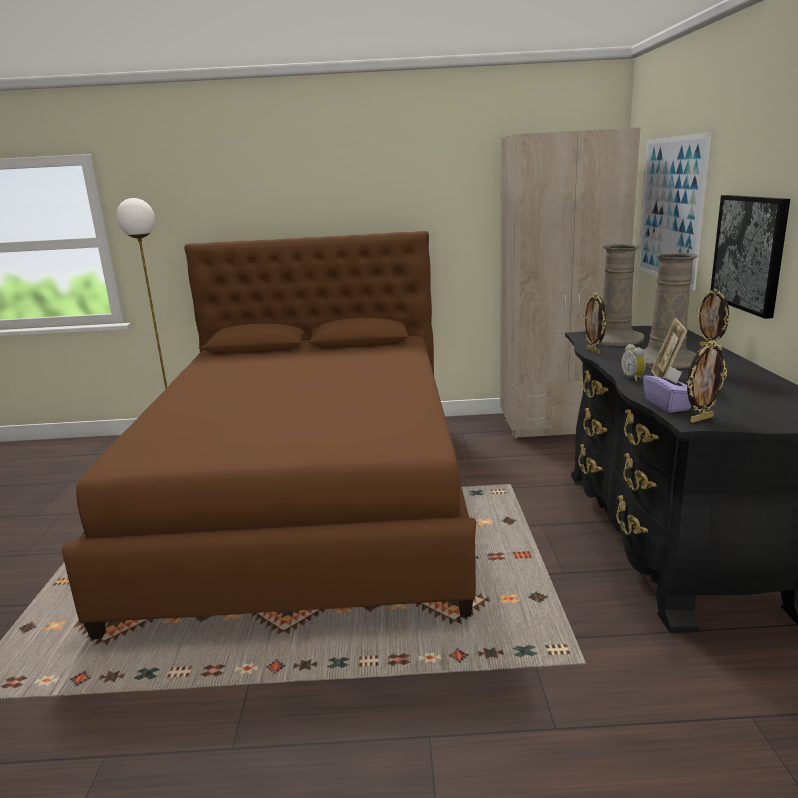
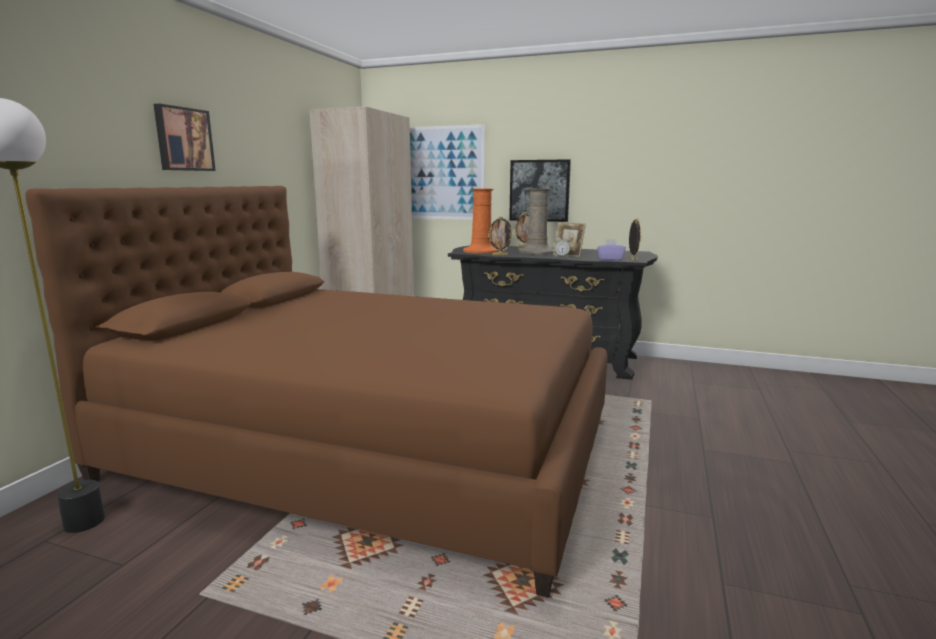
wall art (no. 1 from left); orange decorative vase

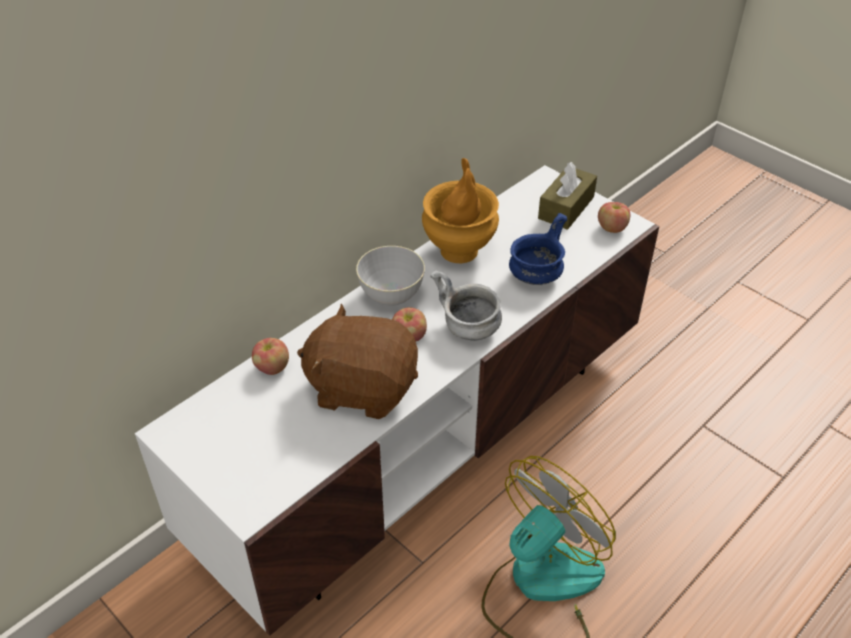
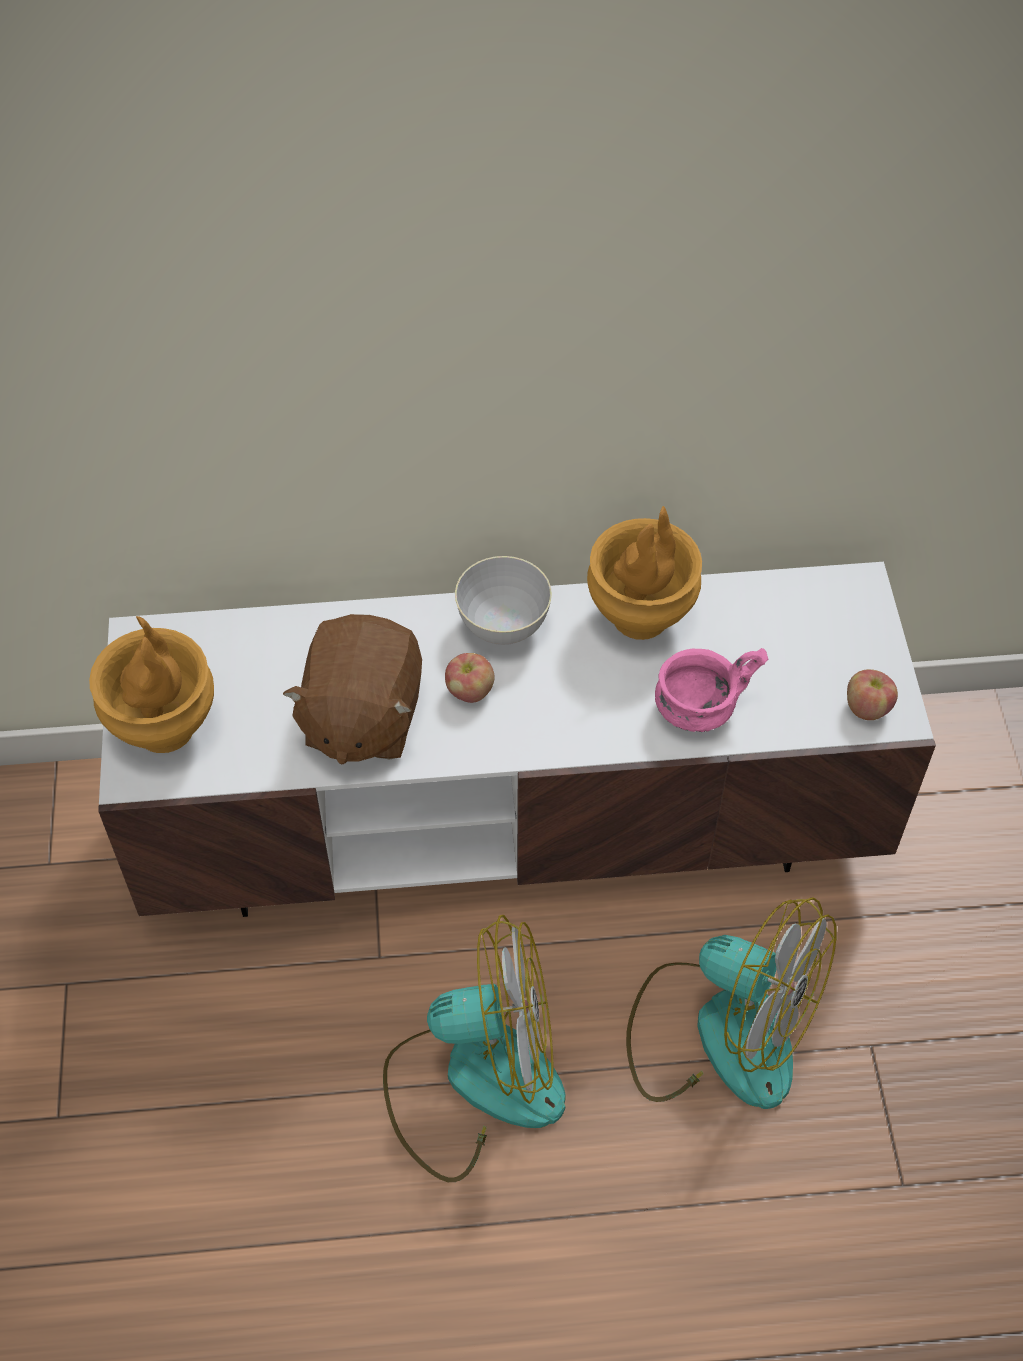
brown decorative vase (no. 1 from left); brown cuddly toy; cooling fan (no. 2 from left); pinkish deep dish; whole apple (no. 1 from left in the first image); greyish deep dish (no. 2 from left in the first image); brown box of tissues

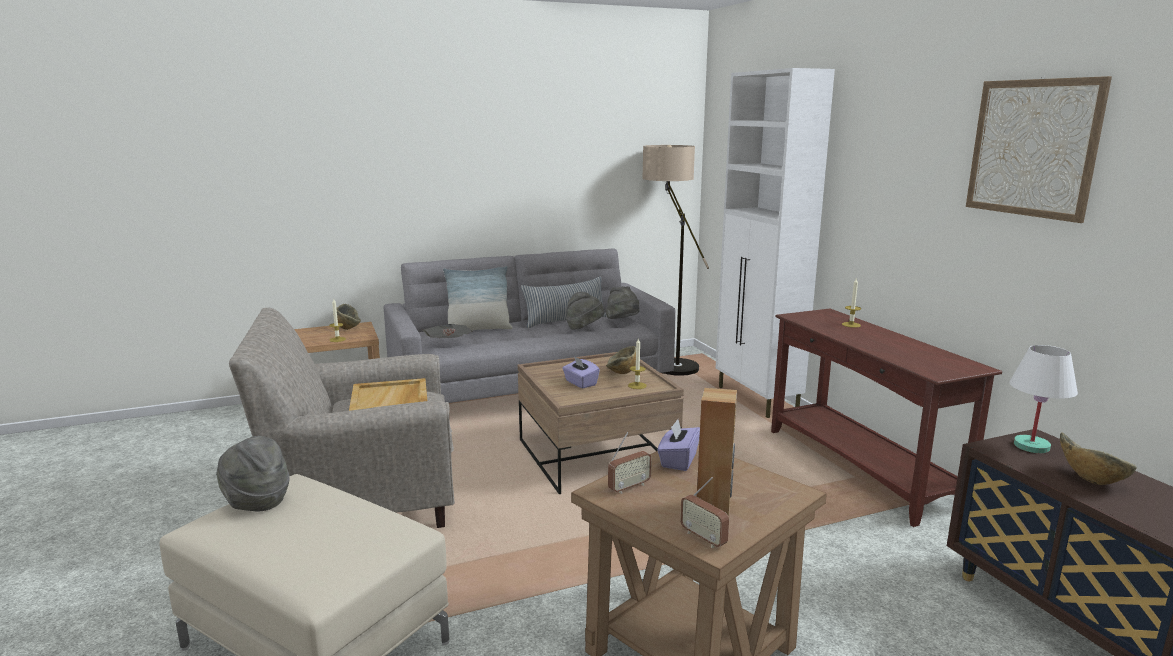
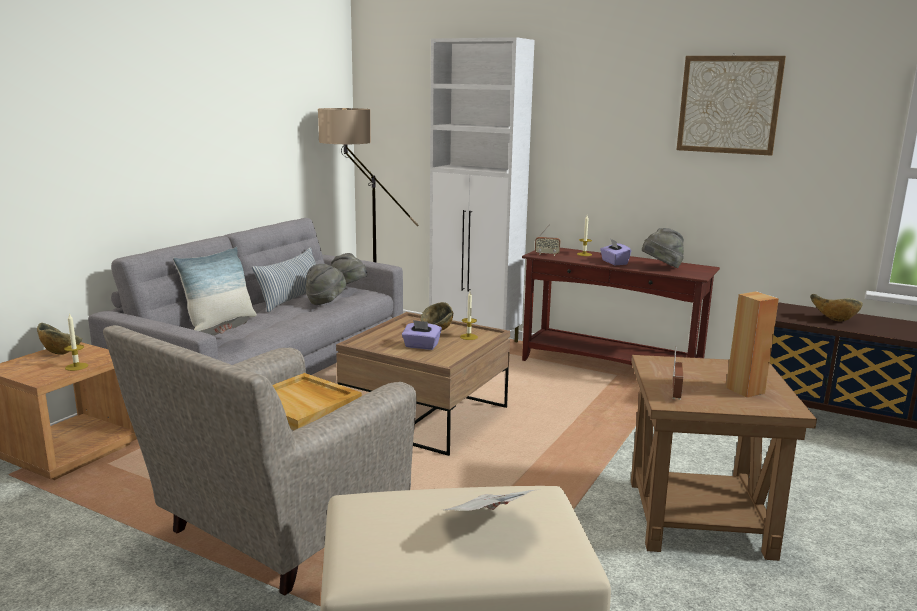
daily paper (no. 2 from left); radio set (no. 1 from left); purple-coloured box of tissues (no. 2 from left); greyish hat (no. 3 from left); whitish tabletop lamp

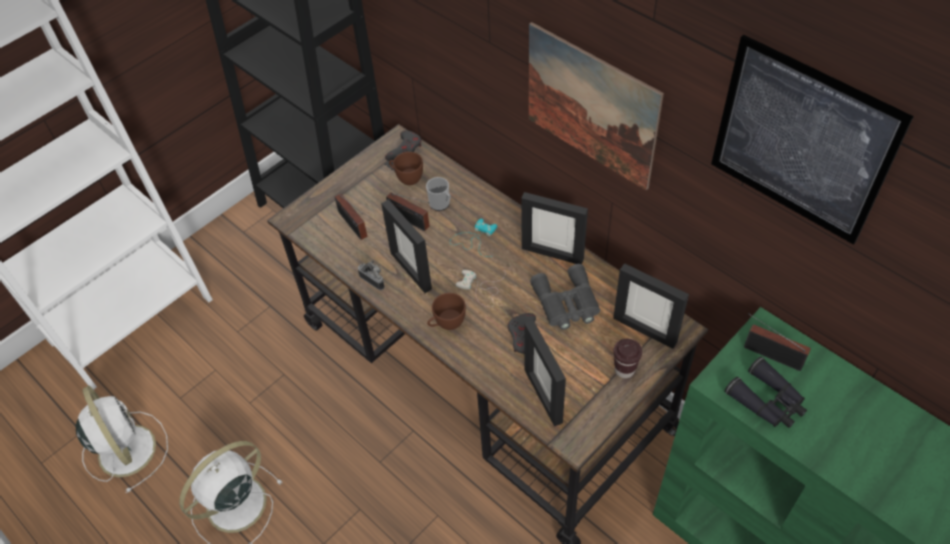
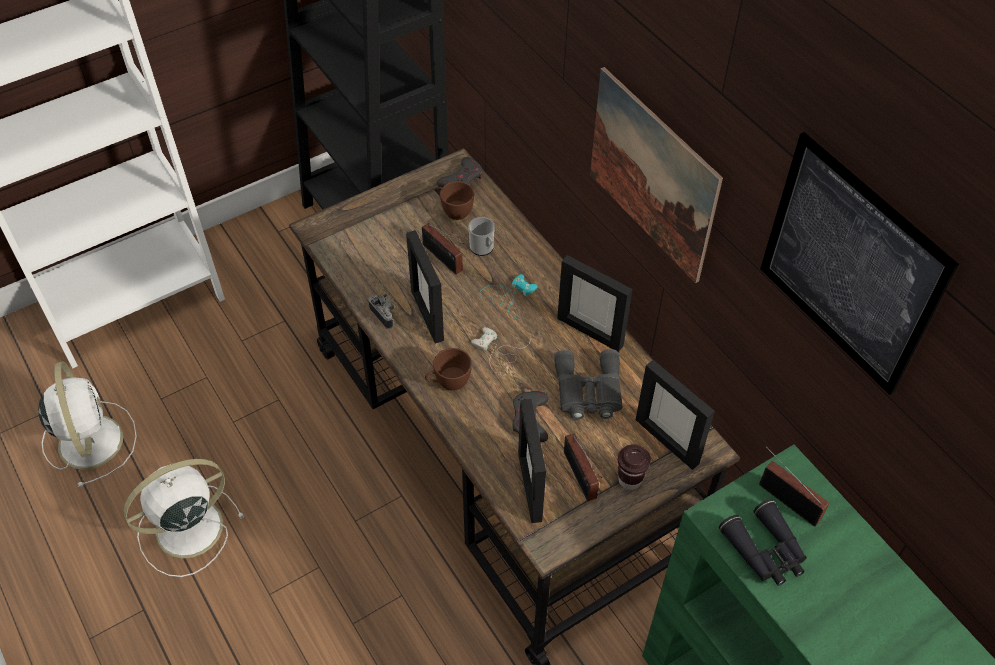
radio set (no. 2 from left)

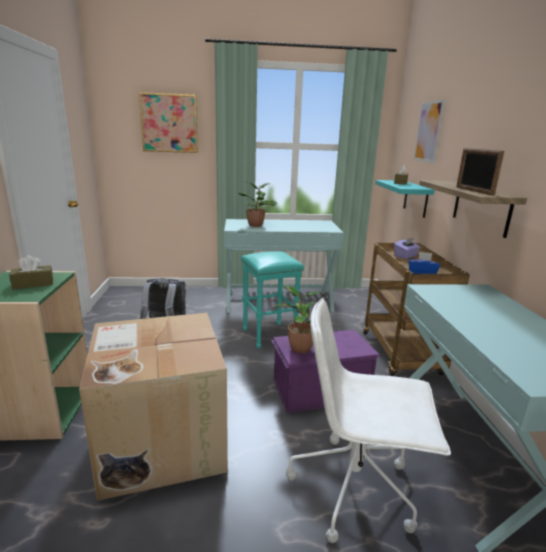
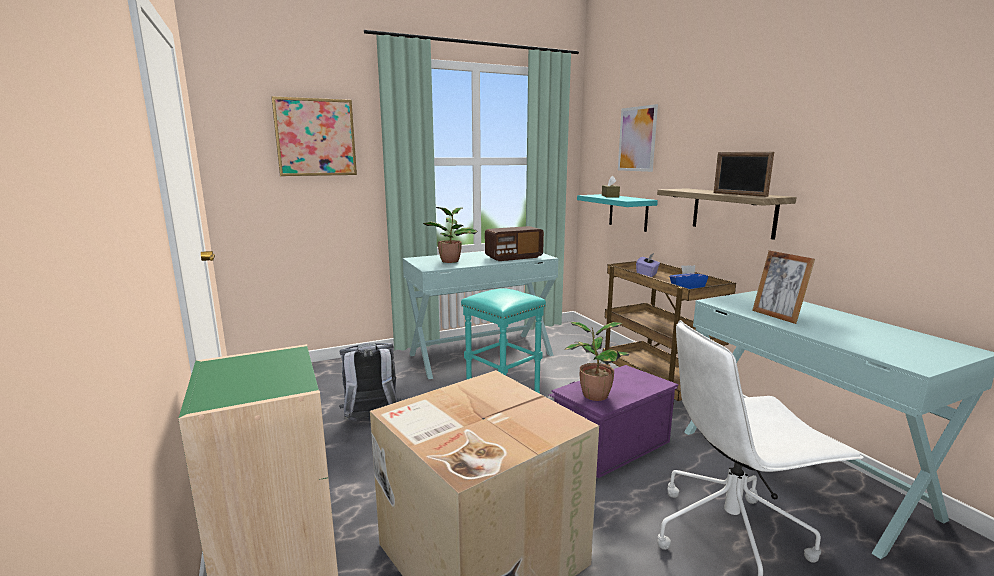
radio set; photo frame (no. 2 from left); brown box of tissues (no. 1 from left in the first image)

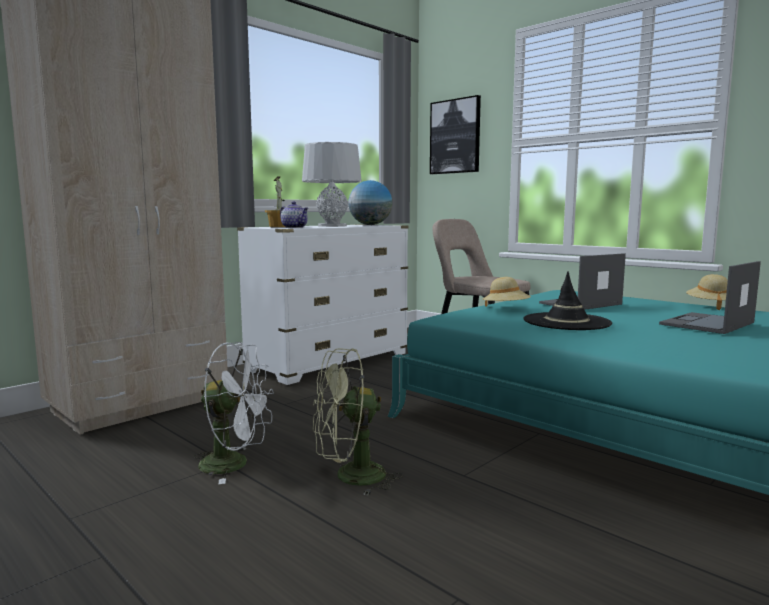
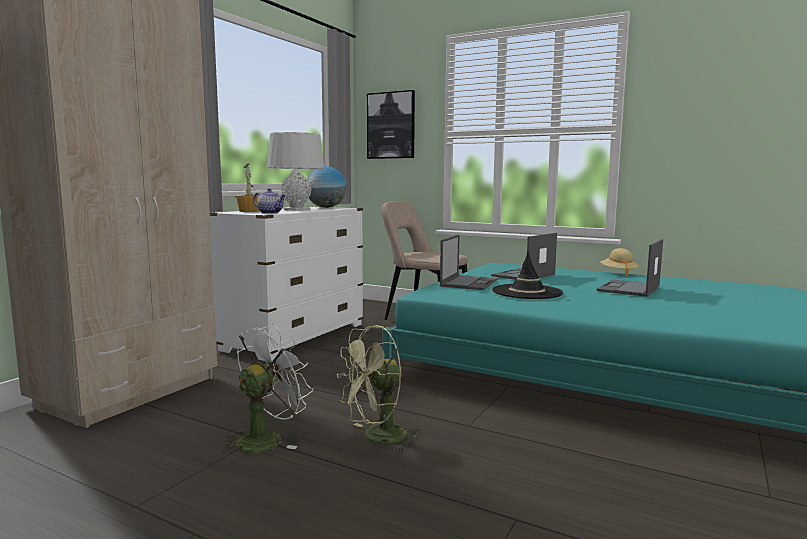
whitish cooling fan; notebook computer (no. 1 from left)

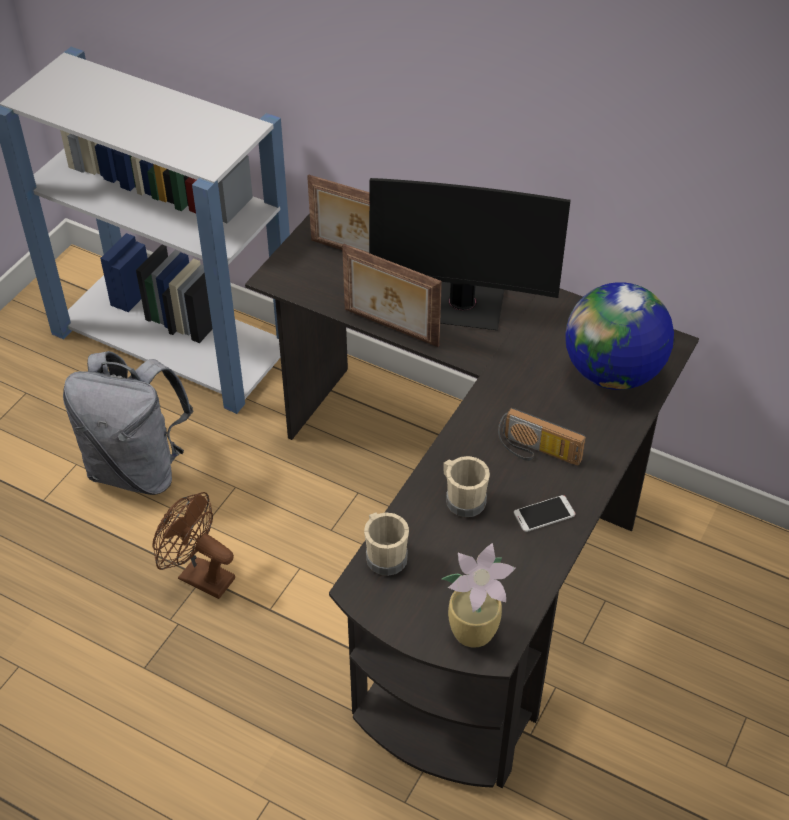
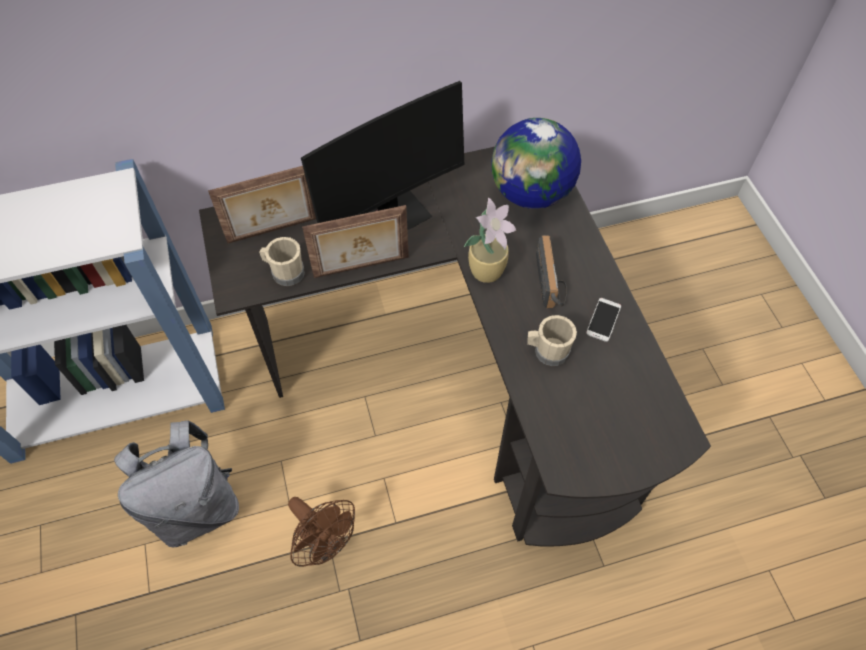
beige coffee mug (no. 1 from left); brown cooling fan; plant in a pot; radio set

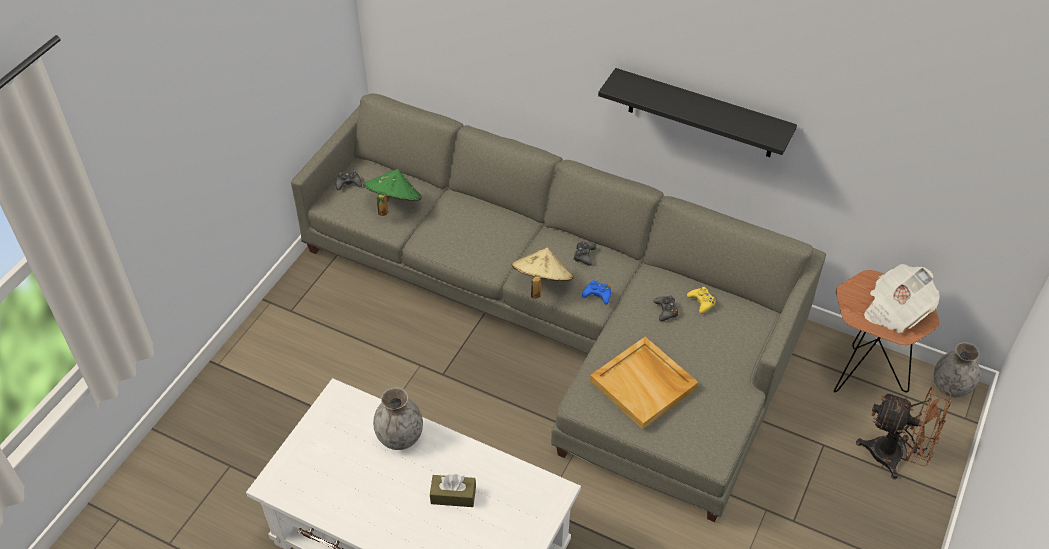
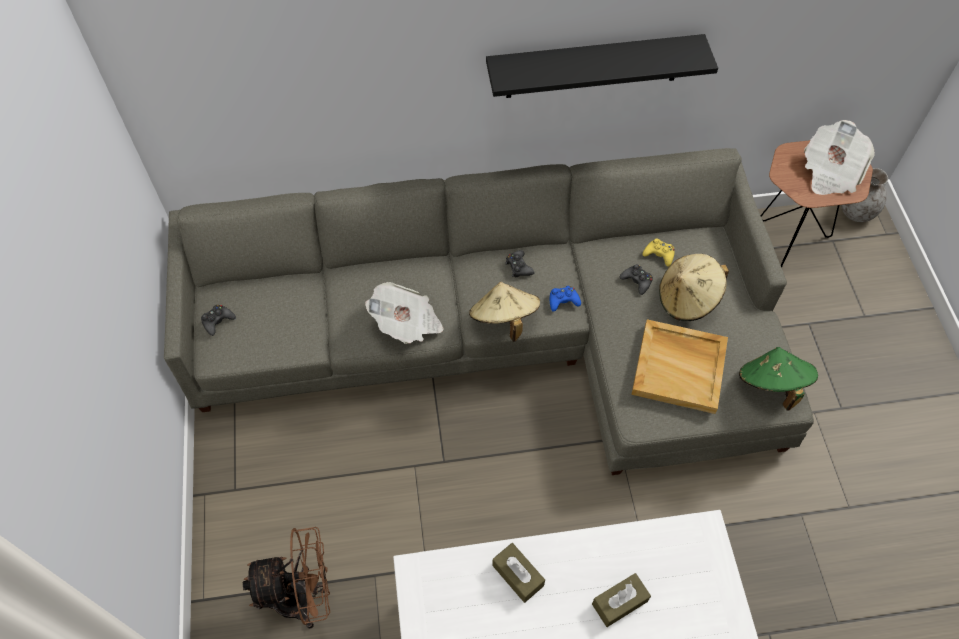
brown cooling fan; daily paper (no. 1 from left); brown box of tissues (no. 1 from left); beige hat (no. 2 from left); green-coloured hat

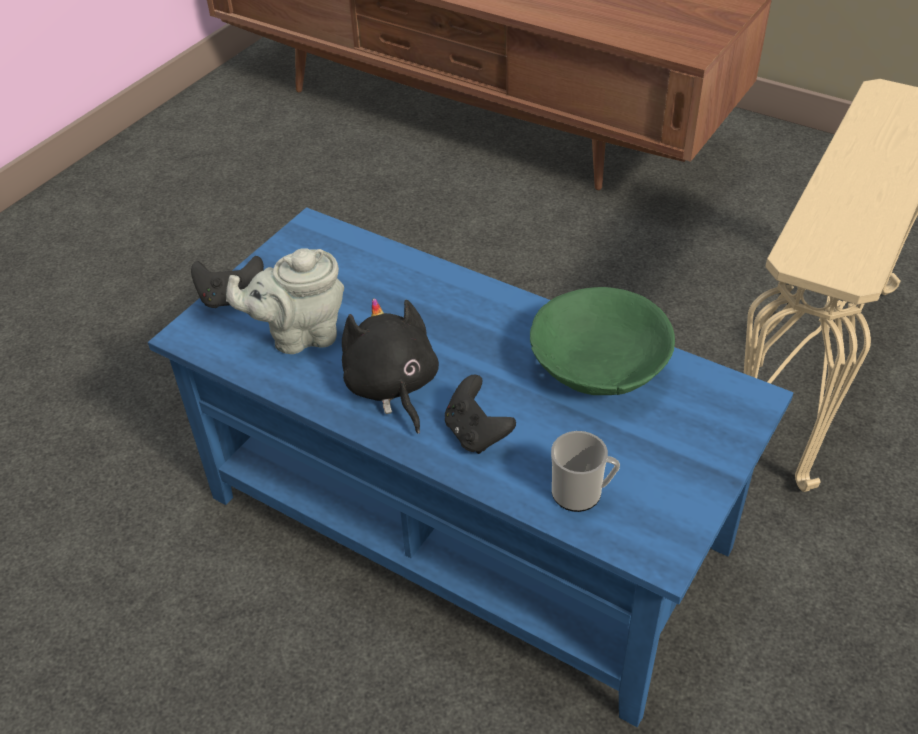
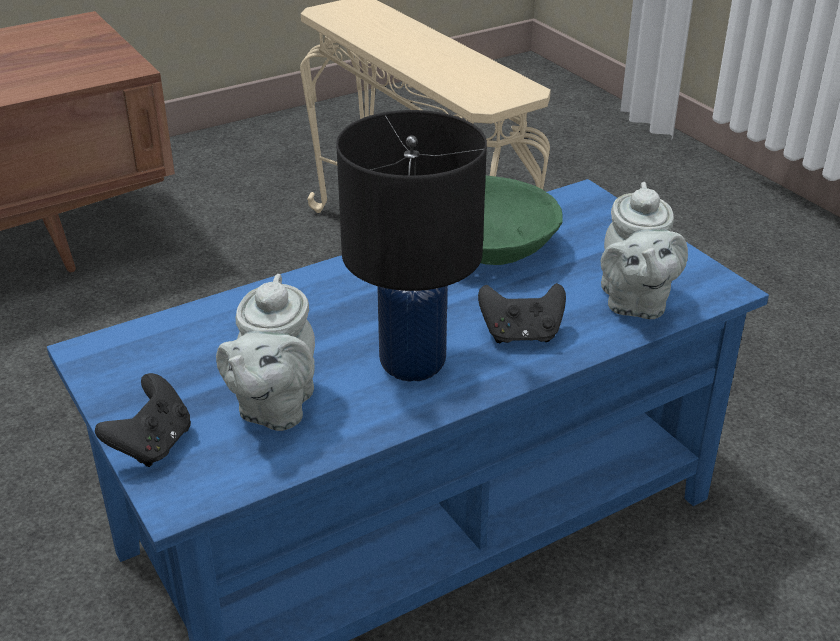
black-coloured tabletop lamp; greyish pot for tea (no. 2 from left)

